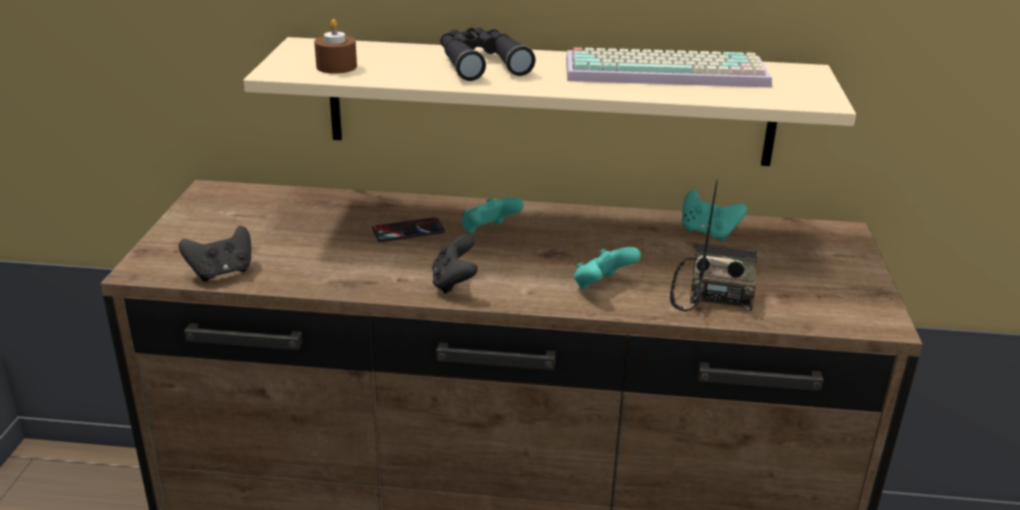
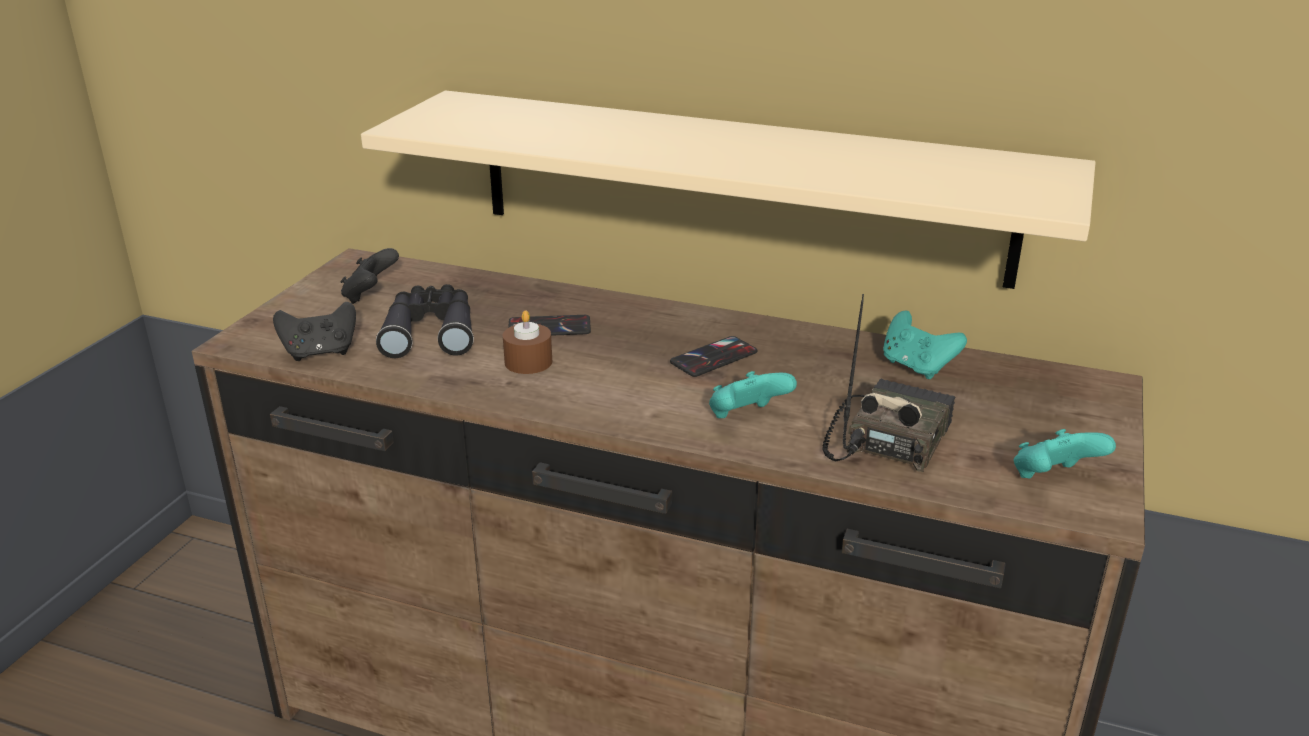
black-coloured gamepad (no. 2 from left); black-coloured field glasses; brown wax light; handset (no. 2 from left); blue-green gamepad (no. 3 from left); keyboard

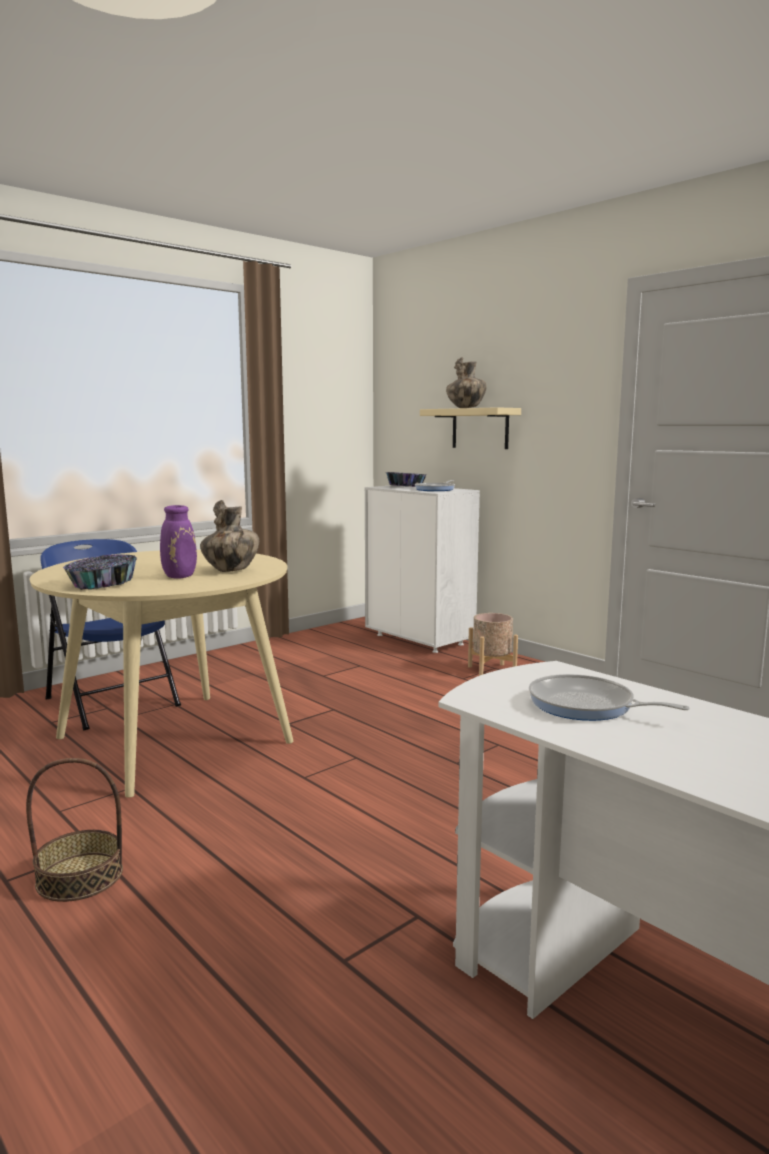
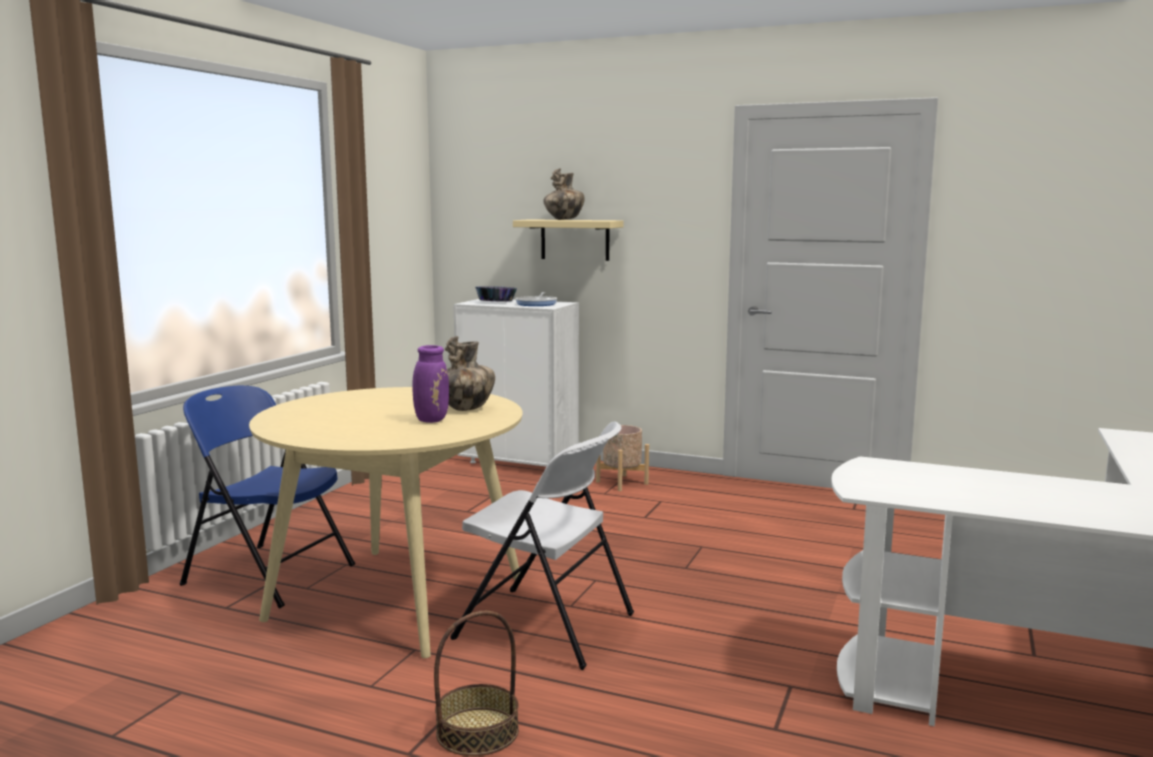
whitish upright chair; deep dish (no. 1 from left in the first image); frying pan (no. 2 from left in the first image)

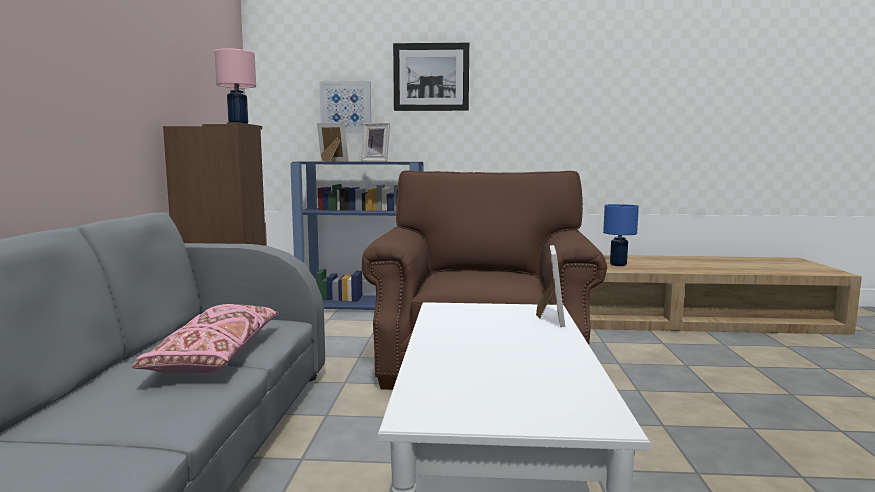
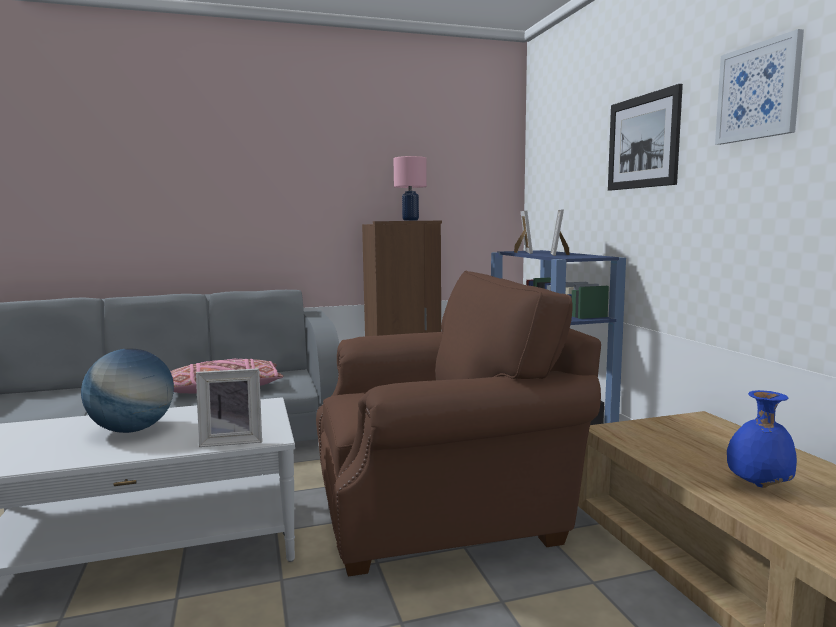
world globe; wall art (no. 2 from left); blue decorative vase

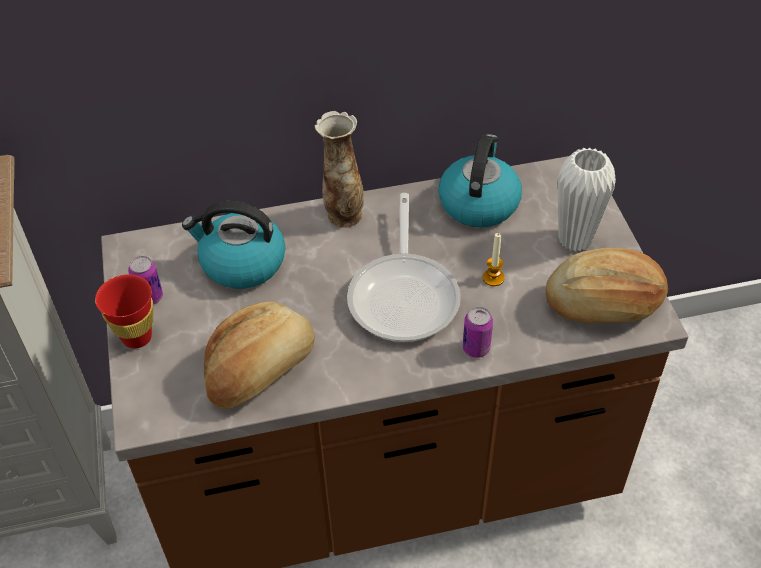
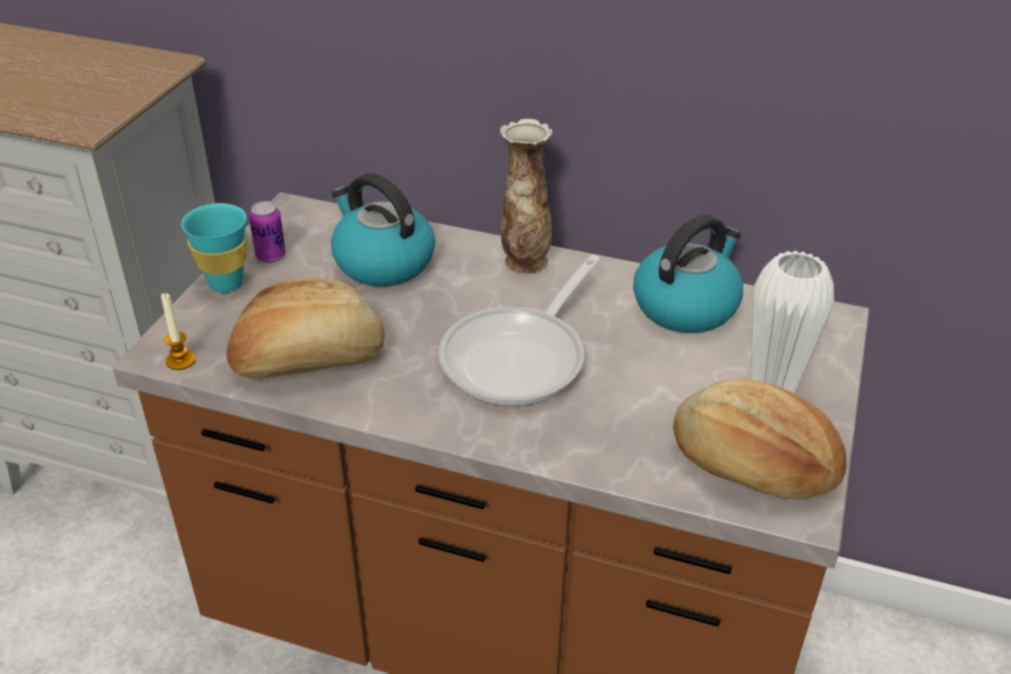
wax light; blue-green small cup; sealed can (no. 2 from left in the first image)

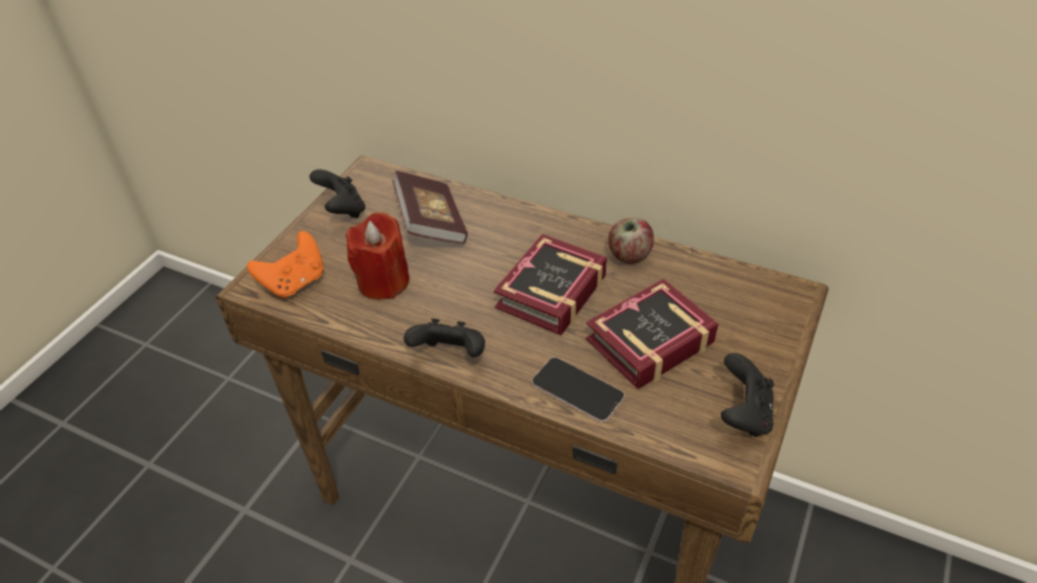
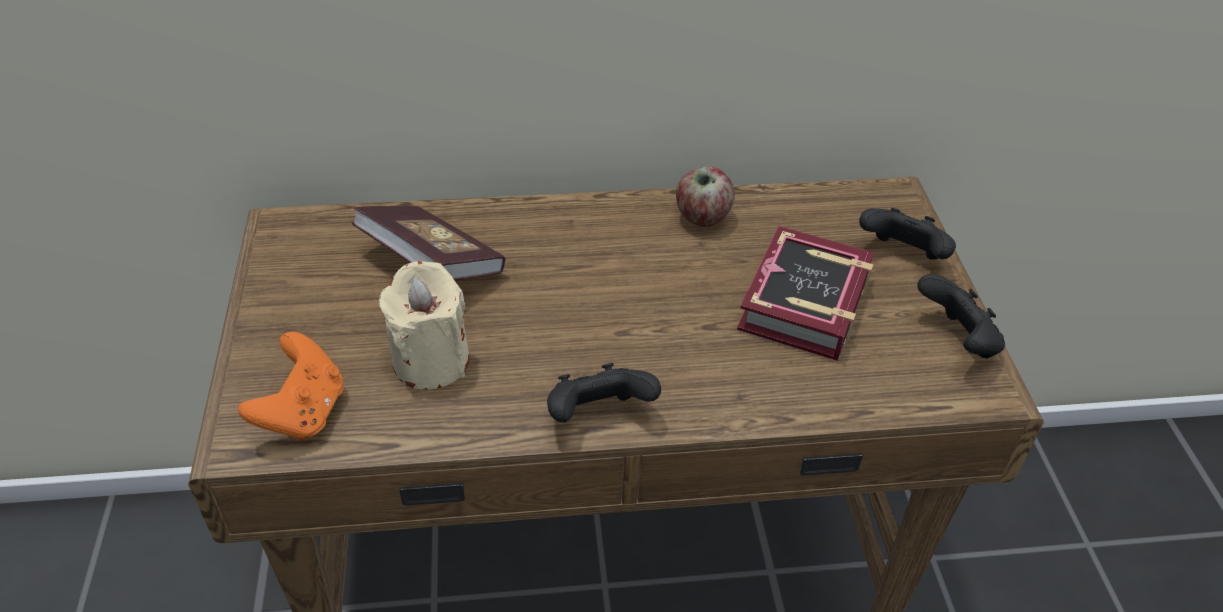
beige wax light; black-coloured gamepad (no. 2 from left); book (no. 2 from left in the first image); handset

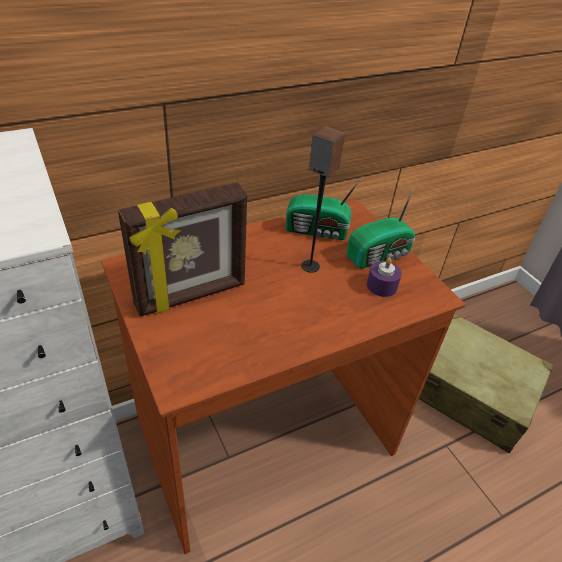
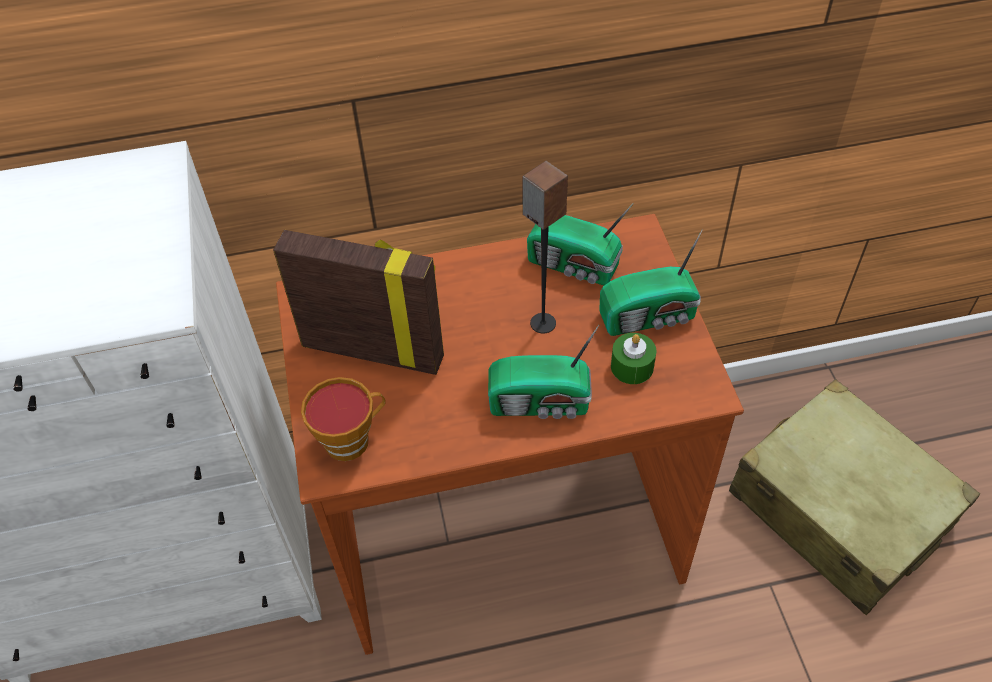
photo frame; small cup; radio set (no. 1 from left); green-coloured wax light

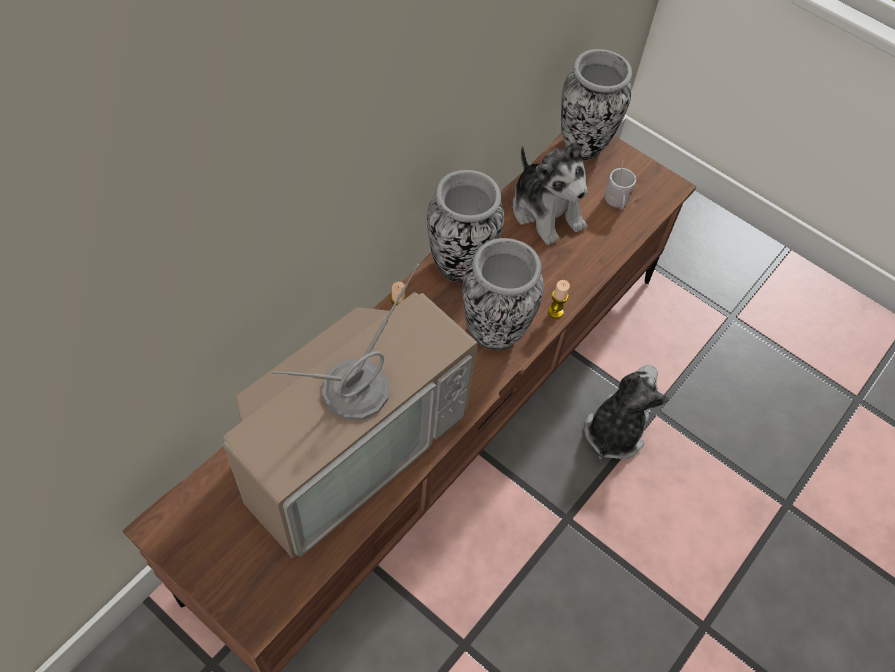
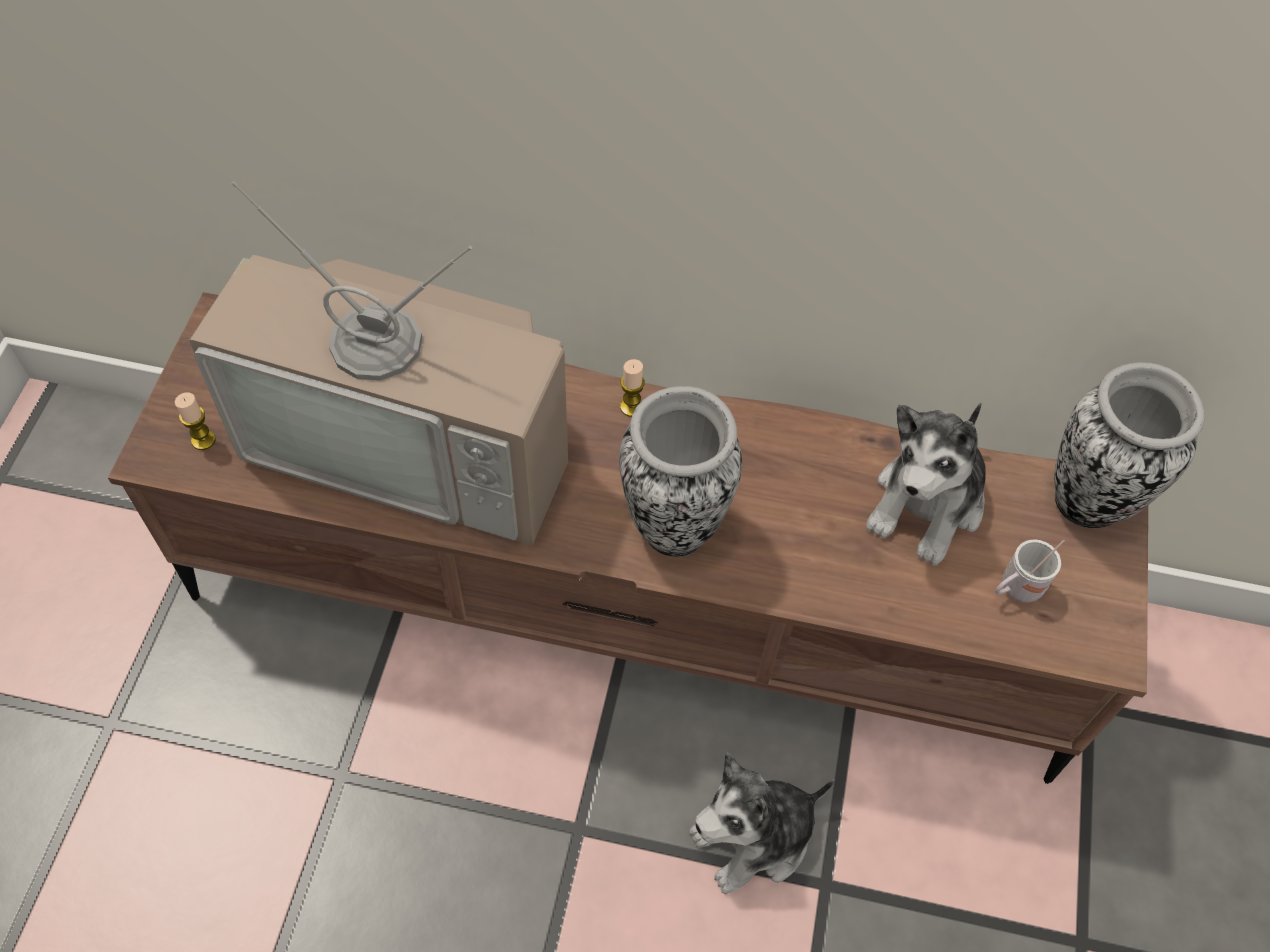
wax light (no. 1 from left); cuddly toy (no. 1 from left); decorative vase (no. 1 from left in the first image)

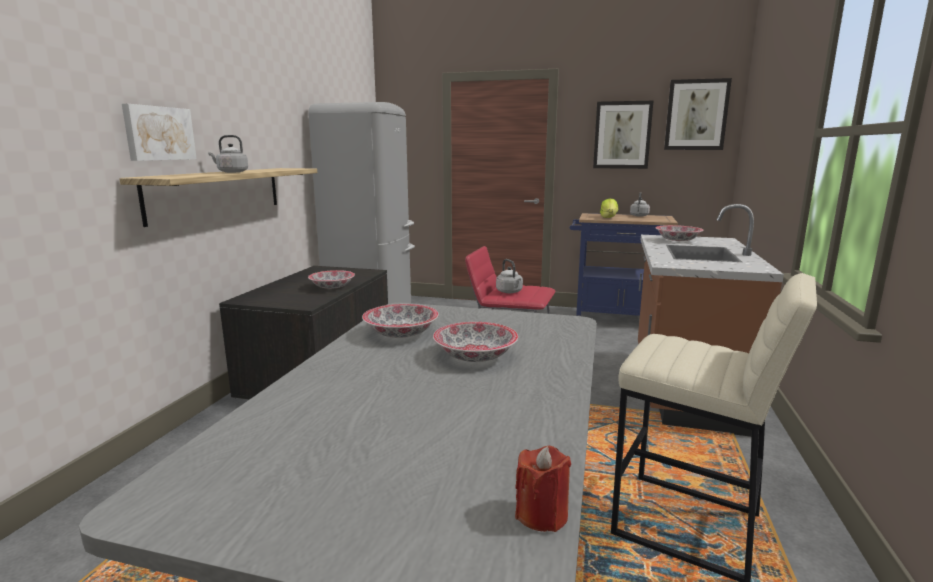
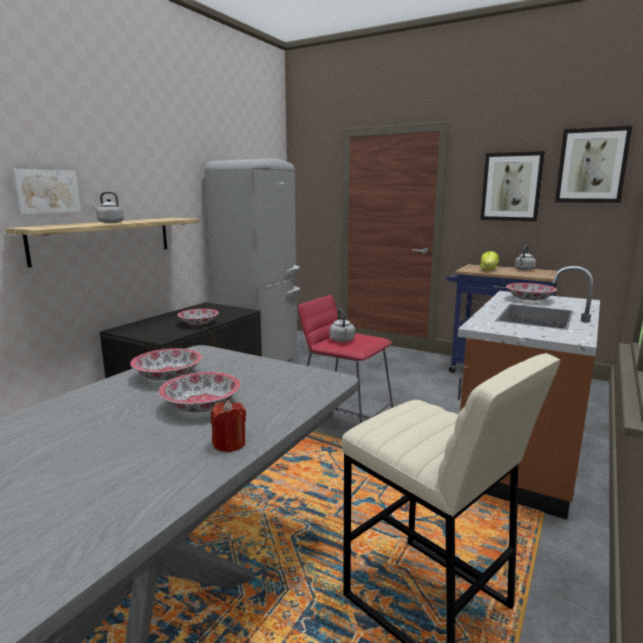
reddish wax light

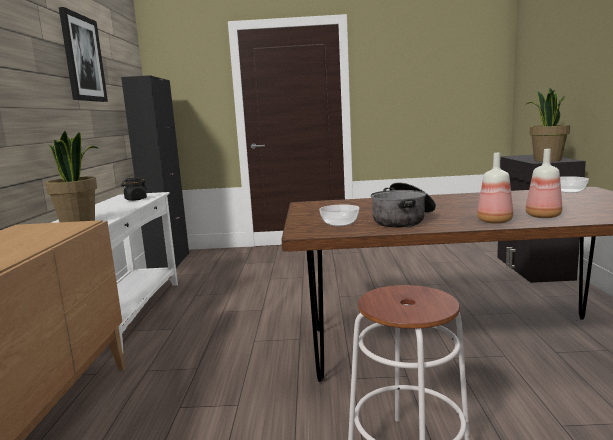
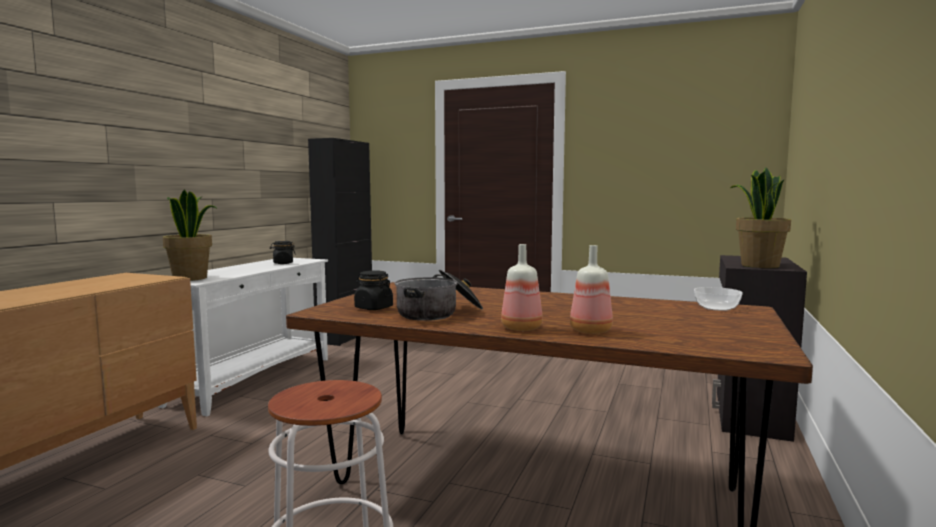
black-coloured preserve jar (no. 2 from left); wall art

